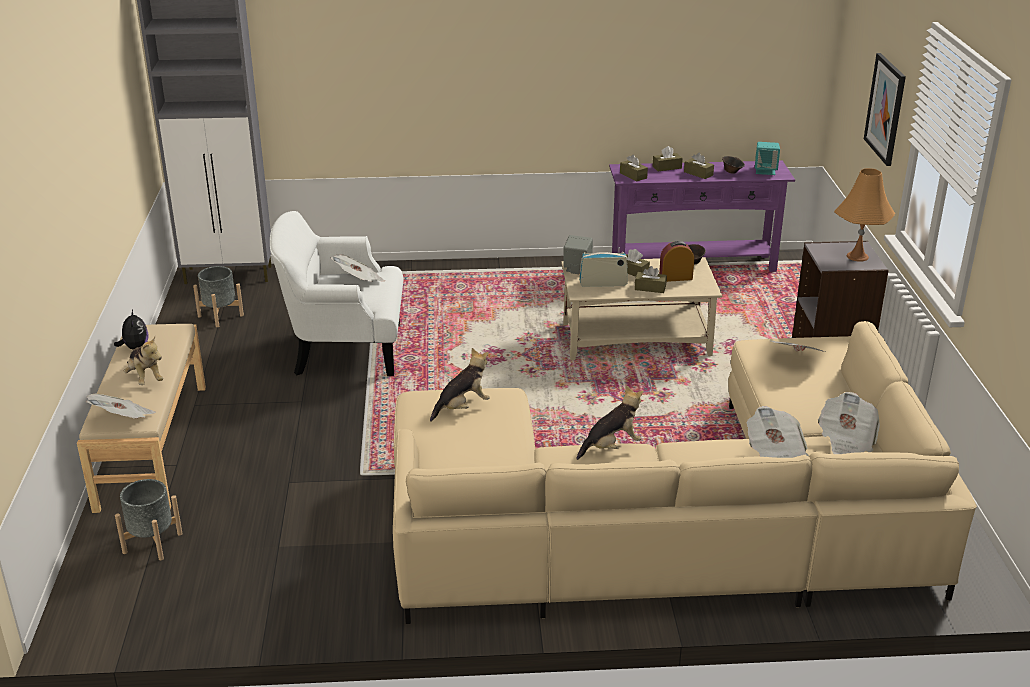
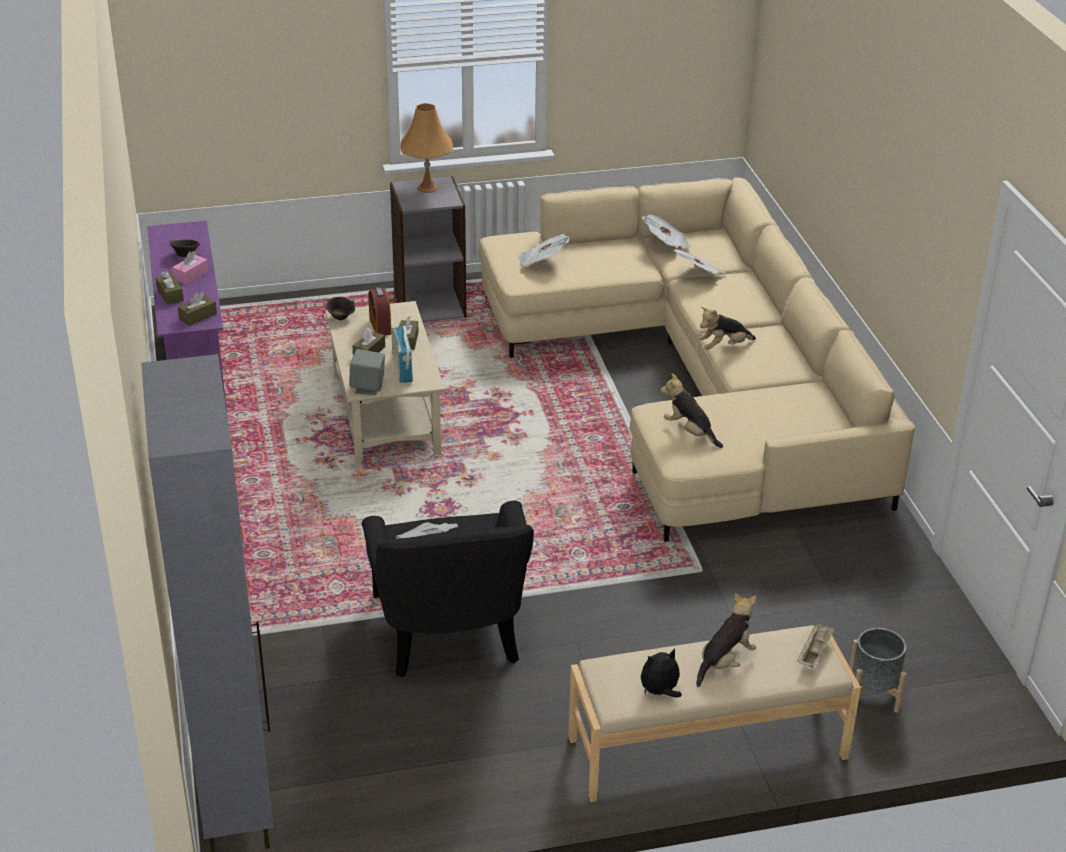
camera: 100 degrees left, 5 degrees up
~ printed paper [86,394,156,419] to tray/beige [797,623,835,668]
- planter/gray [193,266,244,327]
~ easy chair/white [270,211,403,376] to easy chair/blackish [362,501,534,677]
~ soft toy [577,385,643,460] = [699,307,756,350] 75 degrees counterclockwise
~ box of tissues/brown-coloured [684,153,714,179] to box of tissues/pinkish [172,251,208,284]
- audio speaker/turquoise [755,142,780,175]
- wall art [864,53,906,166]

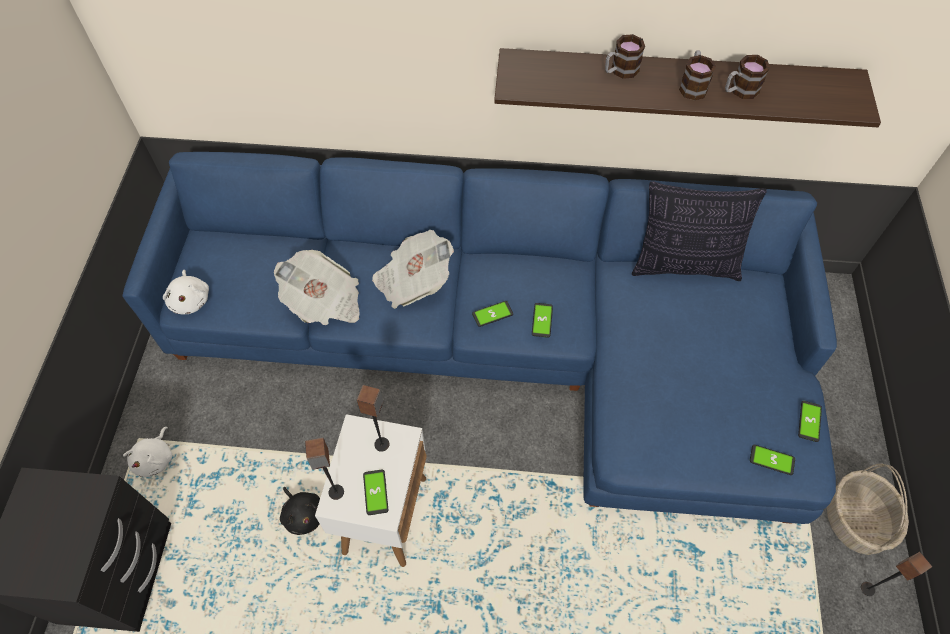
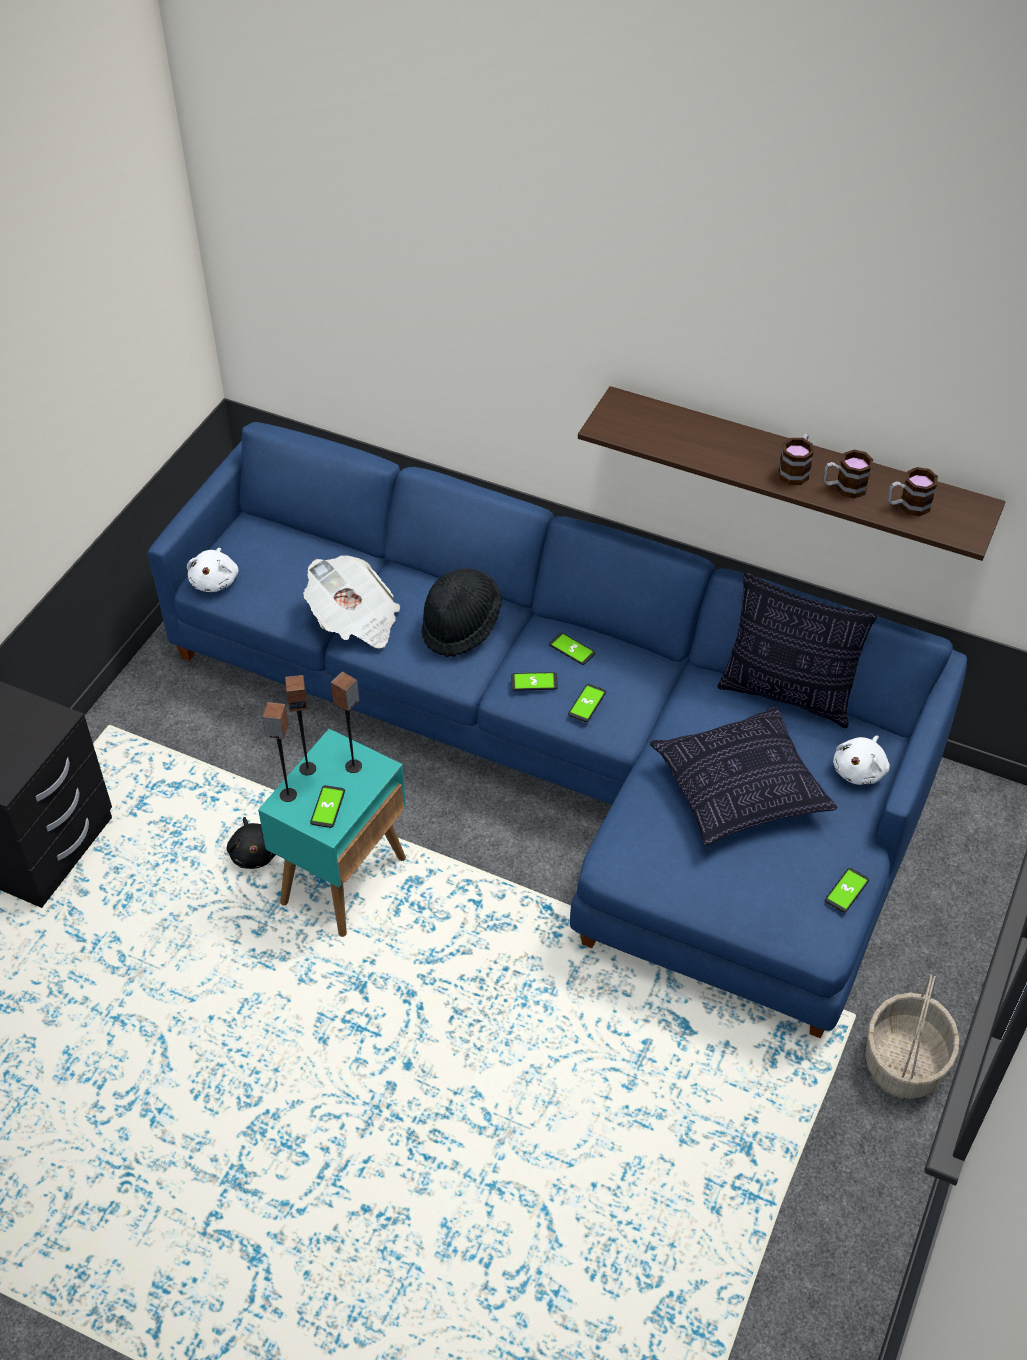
camera: 20 degrees right, 10 degrees down
~ soft toy/white [123,427,172,477] to [833,735,890,785]
~ side table/white [315,414,427,567] to side table/turquoise [258,729,406,937]
~ printed paper [372,230,454,309] to clothing hat/blackish [422,568,502,657]
~ mug [605,34,645,79] to [888,467,938,516]
~ handset [750,445,795,475] to [549,632,596,665]
~ audio speaker [861,552,932,596] to [285,675,316,775]
+ pillow [650,706,837,846]

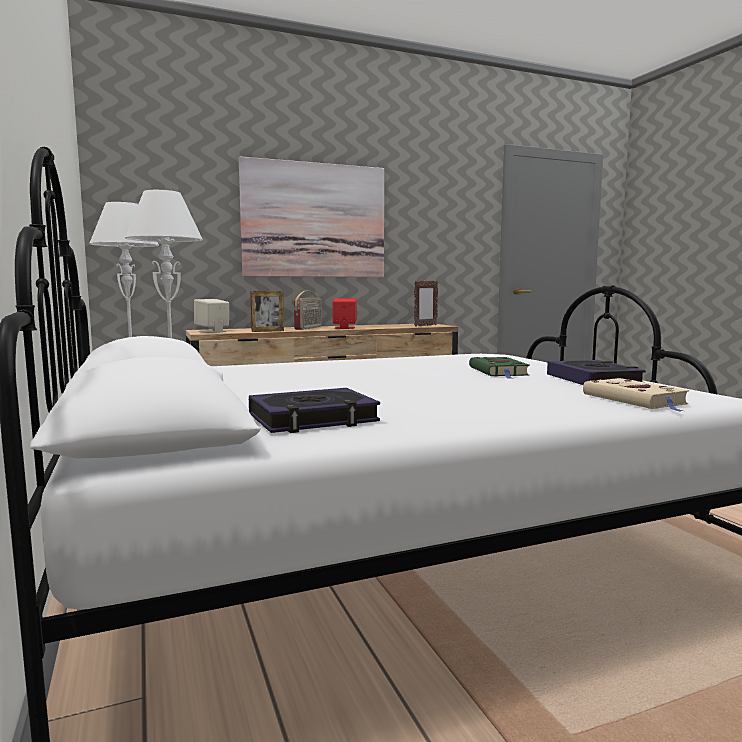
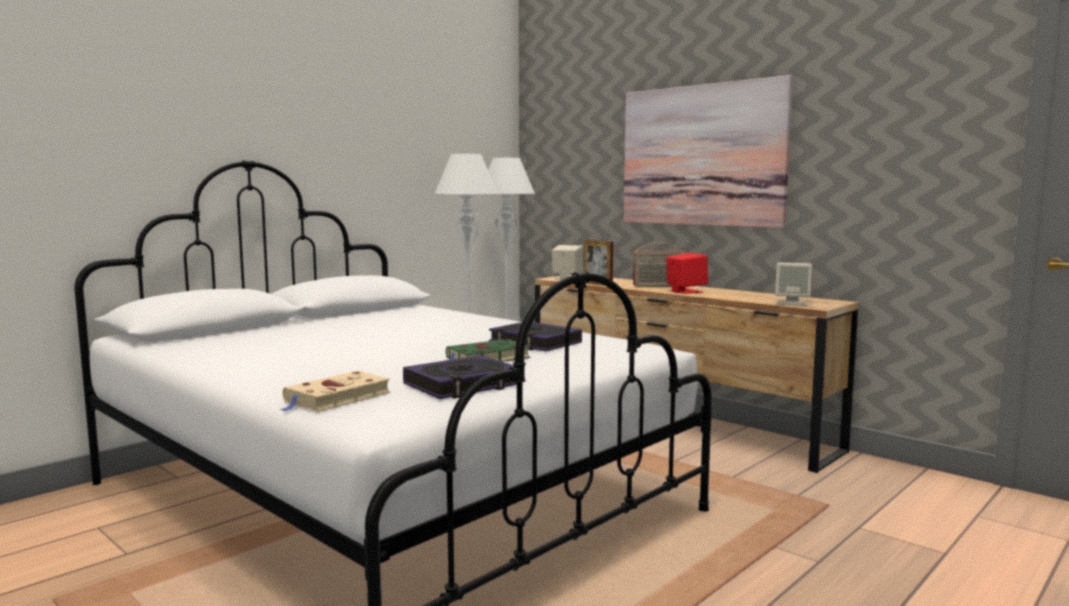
camera: 65 degrees right, 0 degrees up
~ book [249,388,380,433] to [489,322,582,351]
~ standing frame [414,281,438,327] to audio speaker/beige [775,263,812,306]

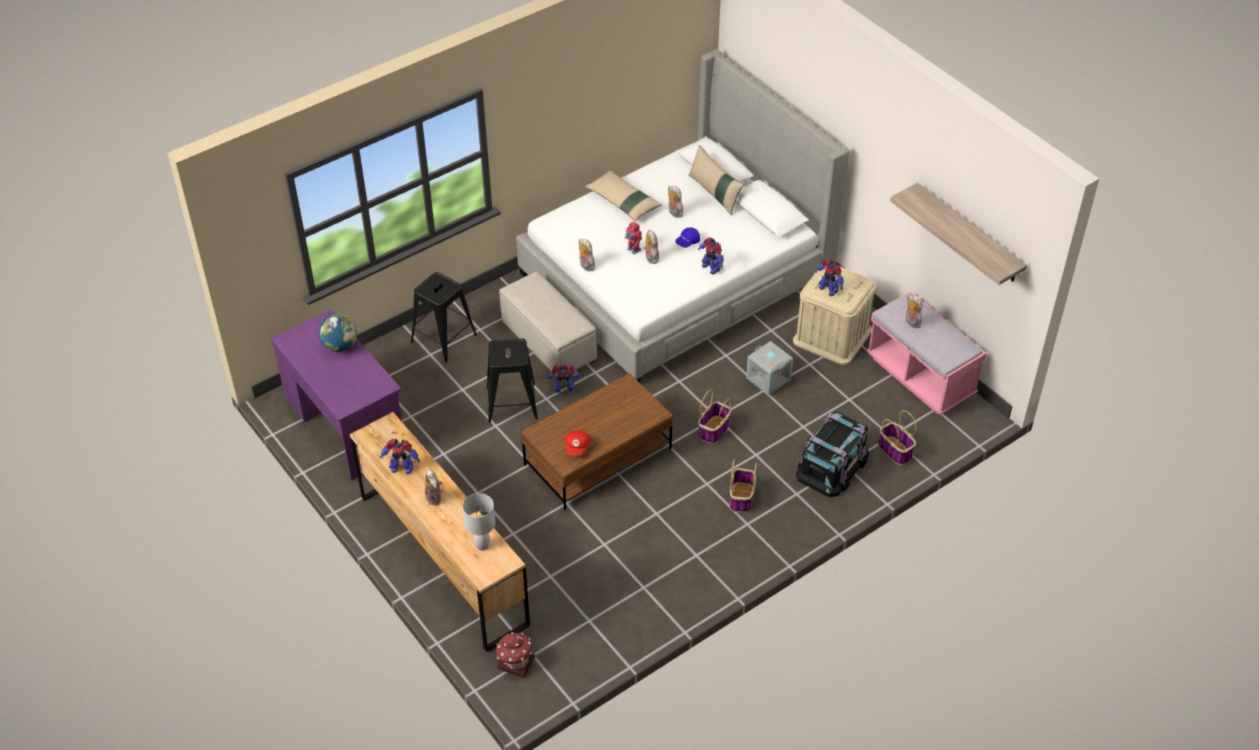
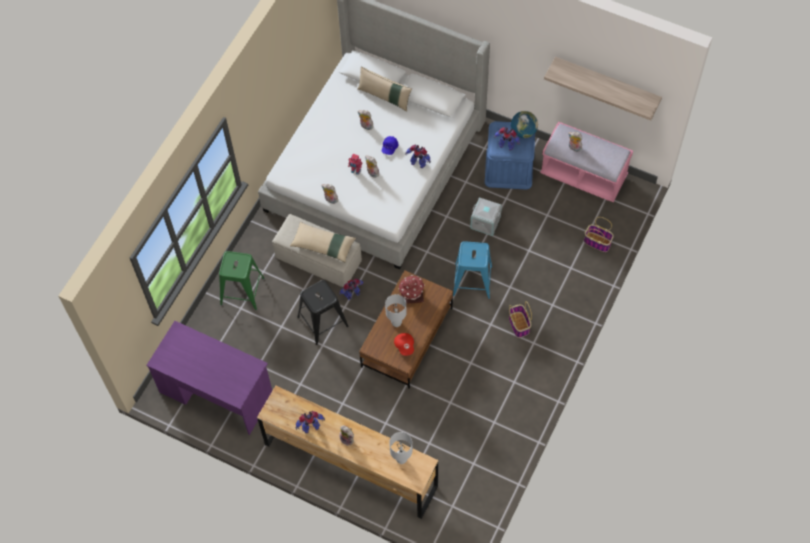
camera: 25 degrees left, 15 degrees up
~ desk globe [319,314,357,352] to [511,111,538,138]
~ sitting stool/blackish [411,272,477,362] to sitting stool/green [219,251,264,310]
~ toy house [495,632,535,678] to [399,275,425,304]
~ pillow/beige [585,170,662,222] to [290,222,356,263]
~ storage basket [698,390,731,444] to sitting stool/bluish [453,241,492,299]
~ storage box/beige [793,263,876,365] to storage box/bluish [485,121,535,189]
- storage box/blackish [796,412,869,497]
+ tabletop lamp/white [385,294,407,327]

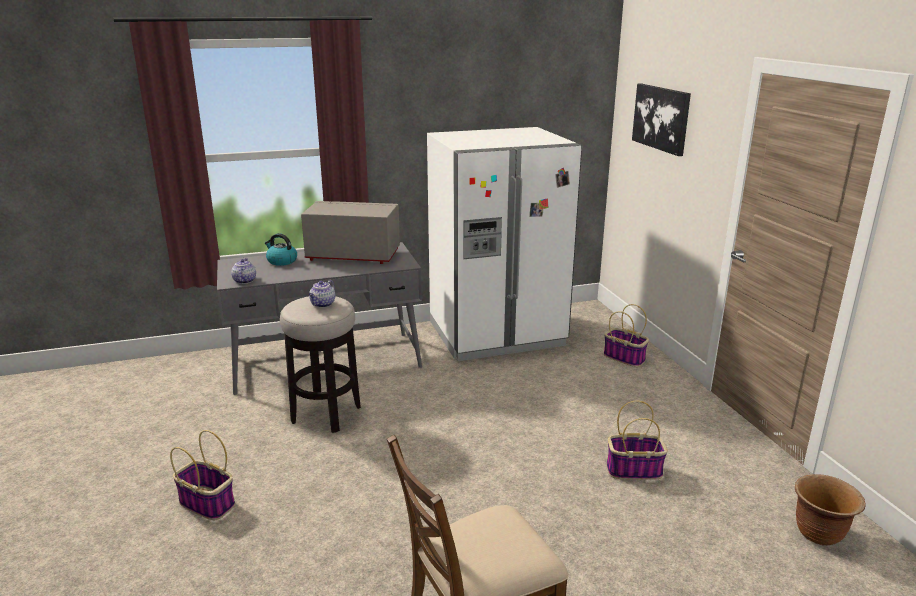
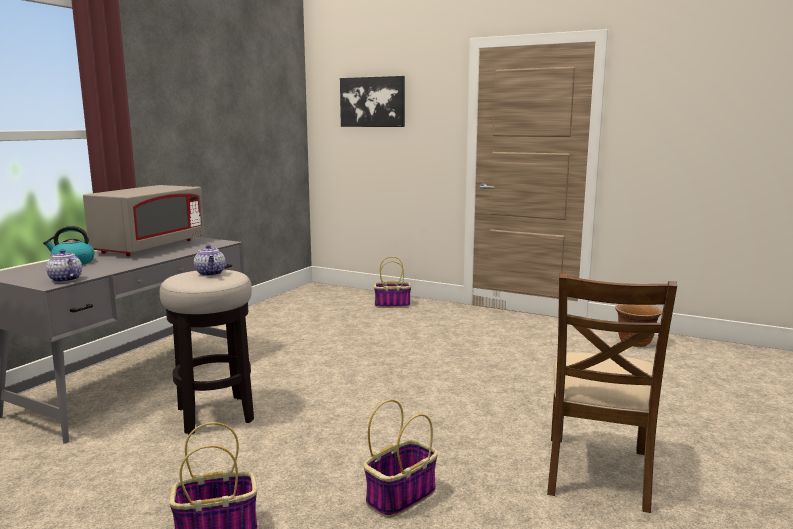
camera: 45 degrees left, 10 degrees down
~ microwave oven/gray [301,201,400,264] = [83,185,204,256] 150 degrees clockwise
- fridge/white [427,127,582,361]
~ storage basket [607,401,668,480] to [364,399,438,518]

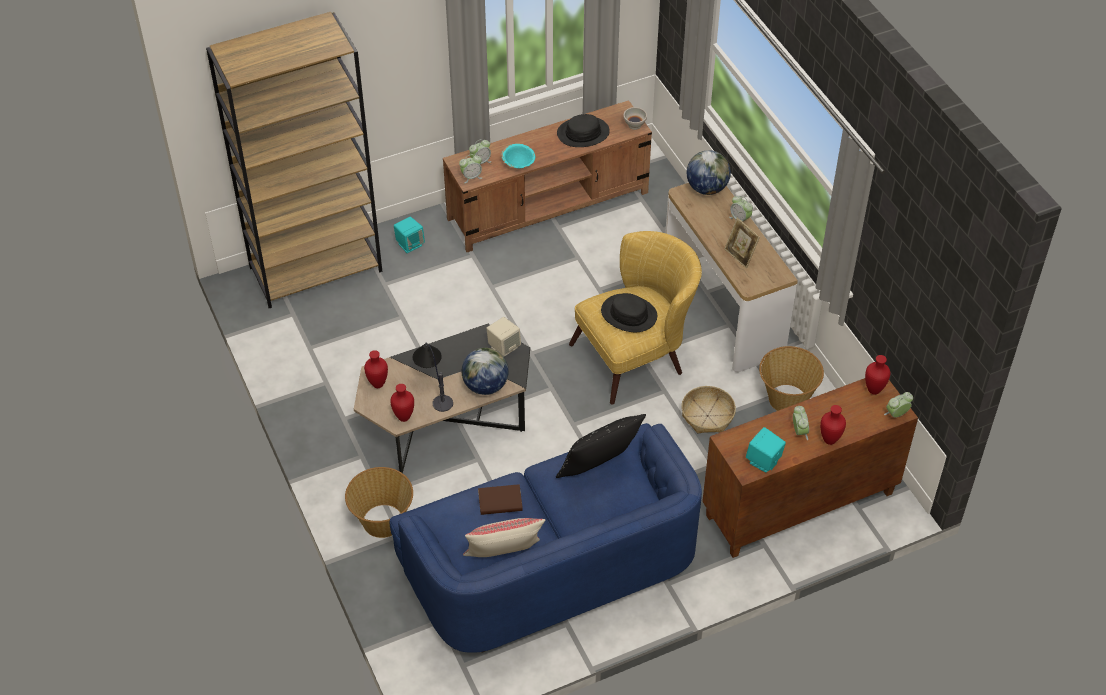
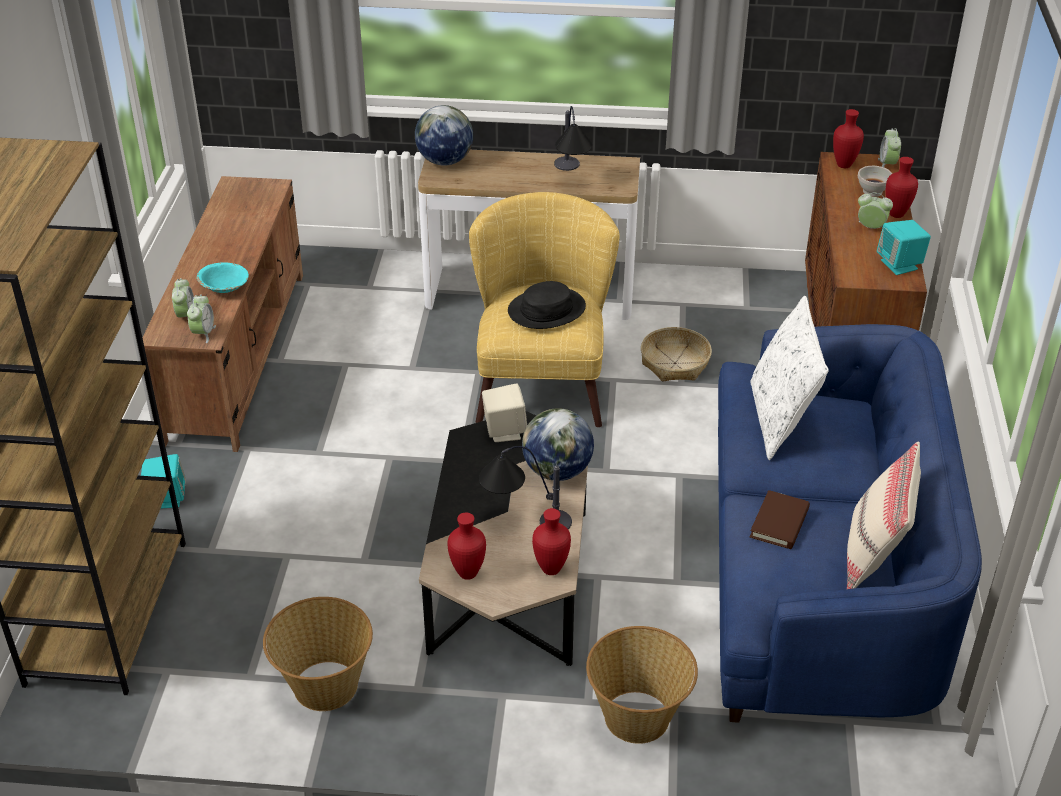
camera: 60 degrees left, 10 degrees down
~ pillow/blackish [556,414,646,478] to pillow/white [750,296,829,460]
- clothing hat/blackish [557,114,610,147]
~ bowl/white [623,107,647,130] to [858,166,892,197]
~ standing frame [724,218,760,268] to tabletop lamp [554,106,592,171]
- table clock [729,196,753,222]
~ storage basket [759,346,824,411] to [263,597,373,711]

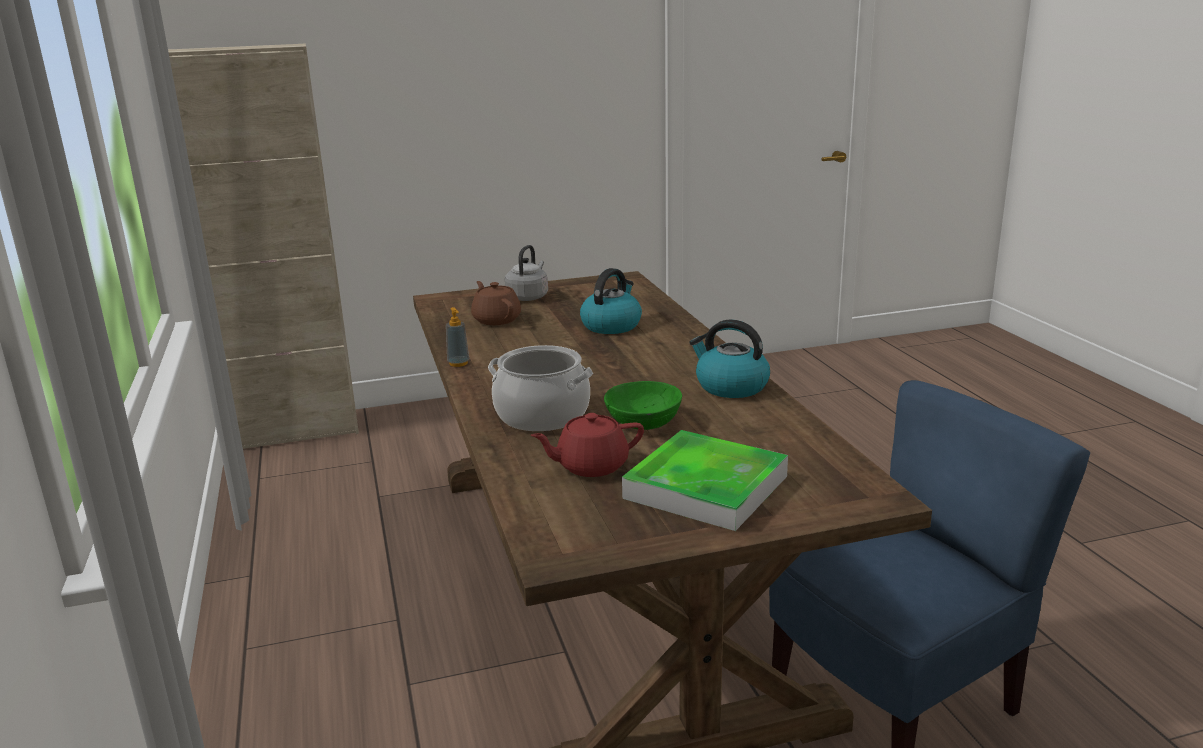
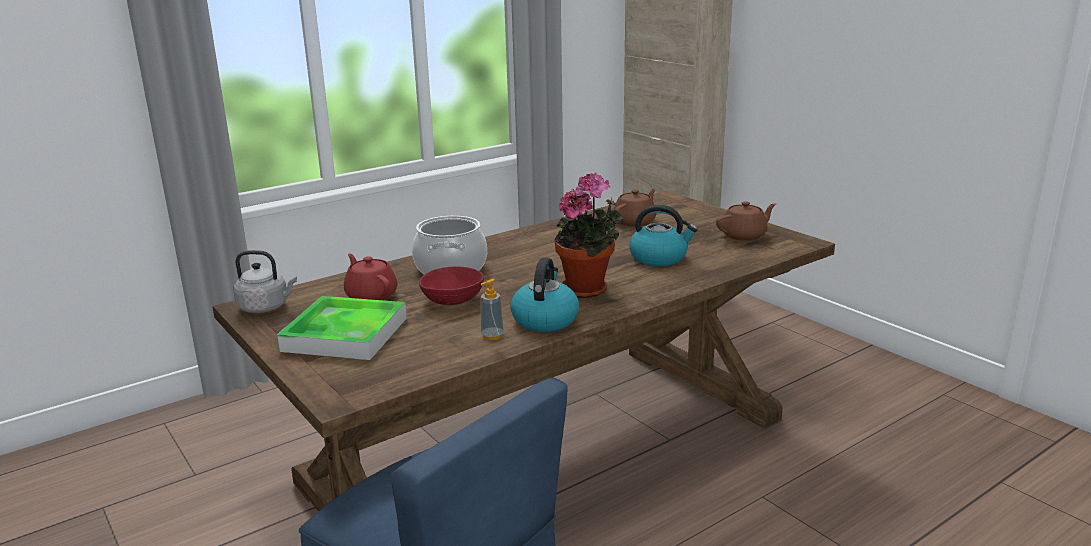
camera: 70 degrees right, 0 degrees up
~ soap dispenser [446,307,469,367] to [481,278,504,340]
~ kettle/gray [505,245,548,301] to [233,250,297,313]
~ bowl/green [604,381,682,430] to bowl/red-coloured [419,267,484,305]
+ houseplant [554,172,624,298]
+ pot for tea/brown-coloured [716,201,776,241]

